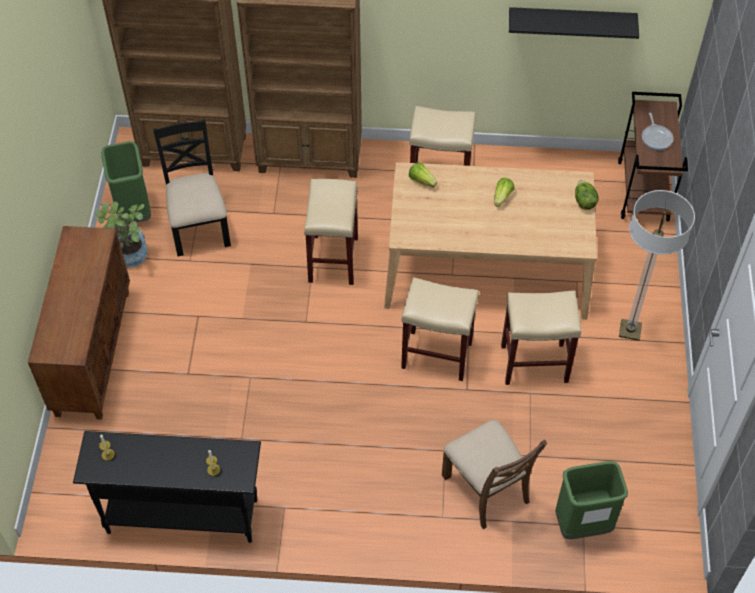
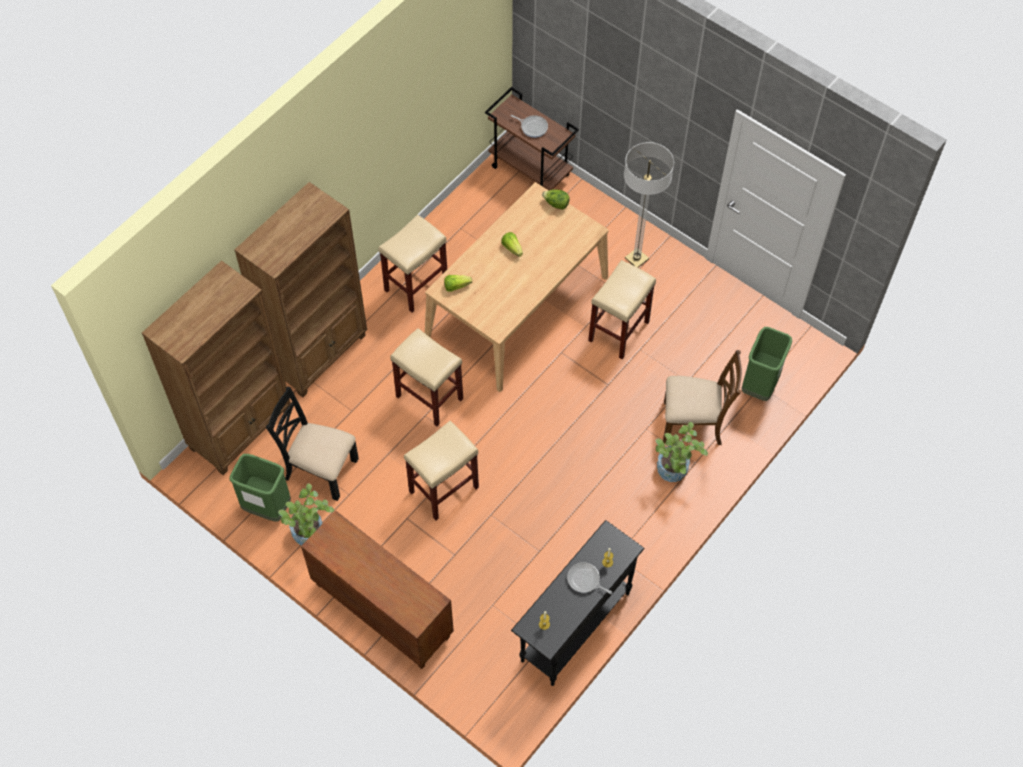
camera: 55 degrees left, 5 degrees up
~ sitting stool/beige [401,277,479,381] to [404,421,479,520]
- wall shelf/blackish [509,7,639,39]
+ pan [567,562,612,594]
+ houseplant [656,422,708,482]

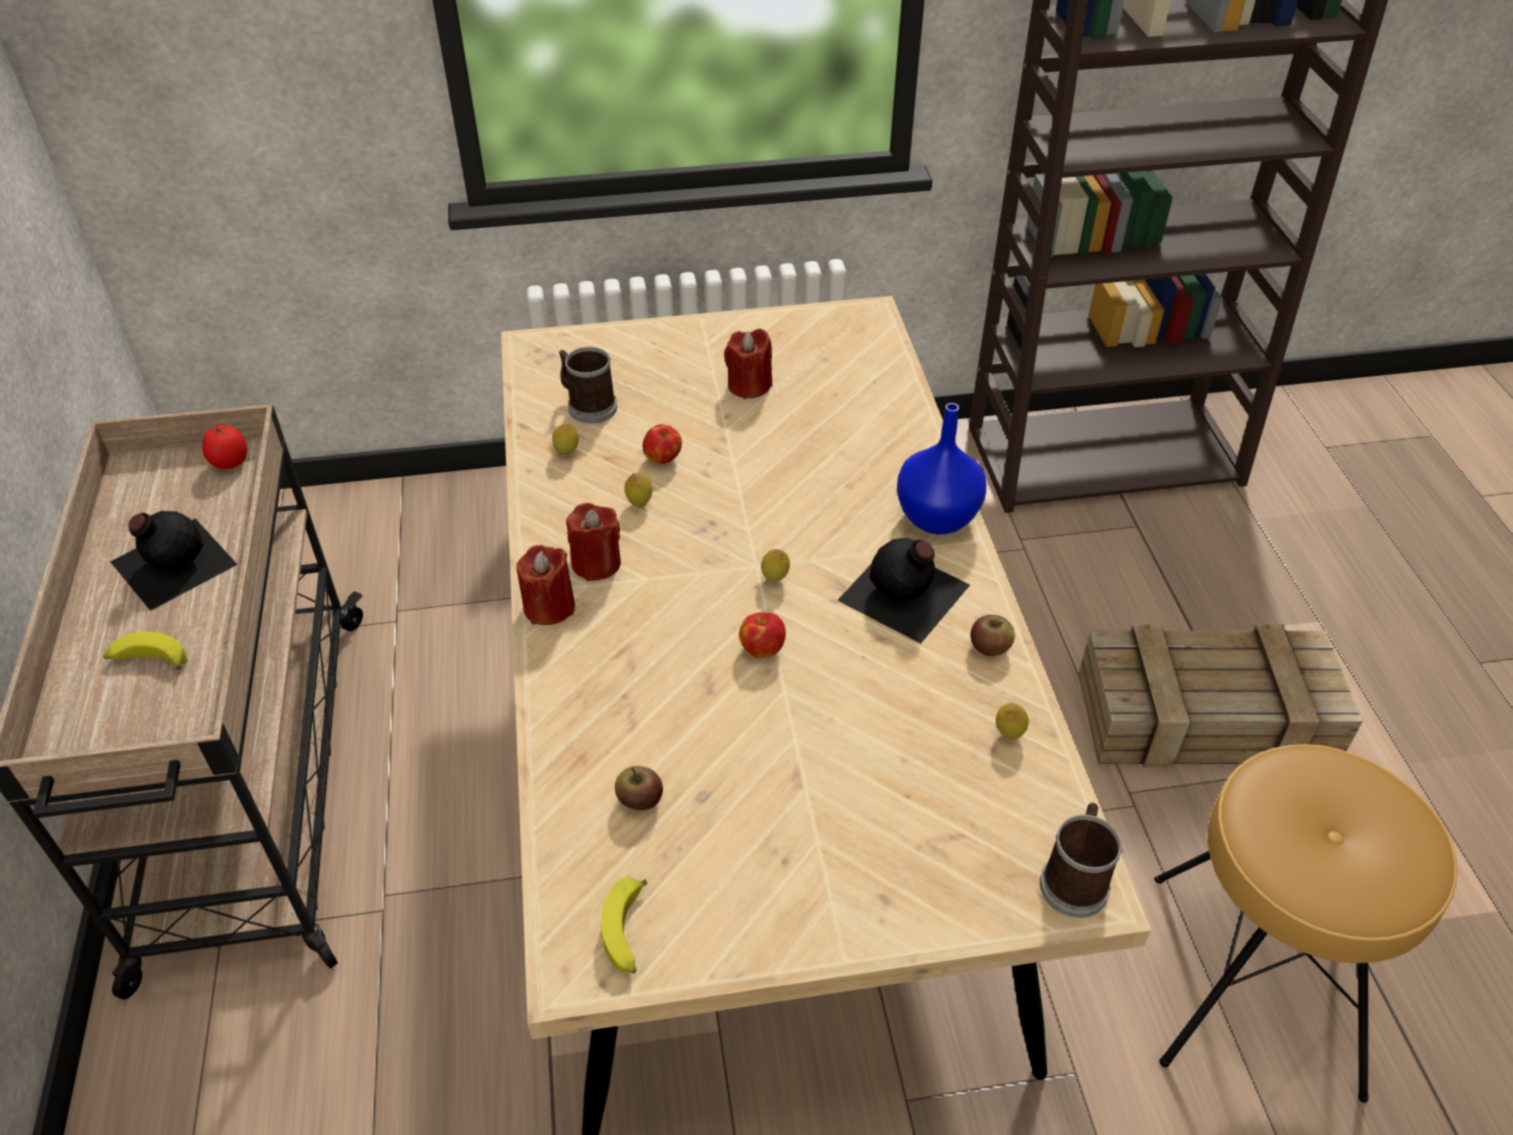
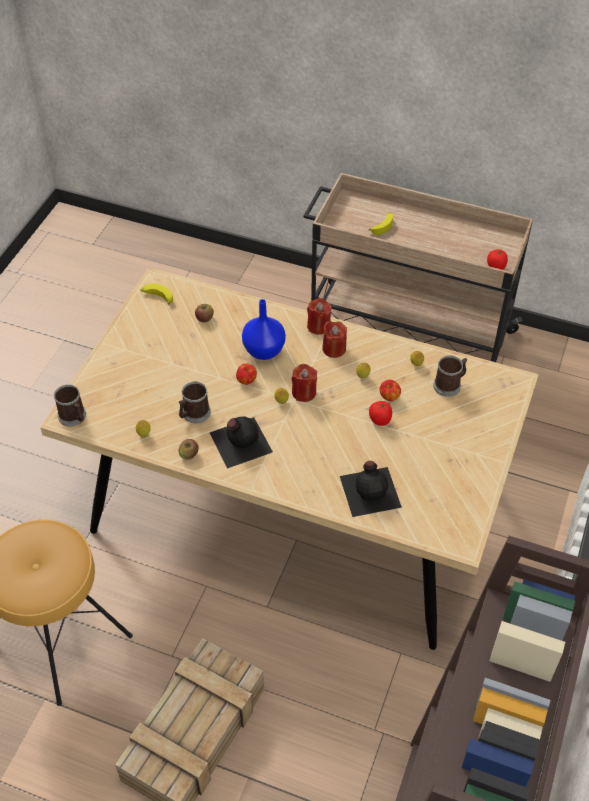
camera: 120 degrees right, 5 degrees up
~ beverage bottle/blackish [110,511,238,611] to [340,461,402,517]
~ wax light/red-coloured [724,329,772,399] to [291,364,317,402]
~ decorative vase/bluish [897,403,986,535] to [242,299,286,360]
+ mug [179,382,211,424]
+ fresh tomato [369,401,392,426]

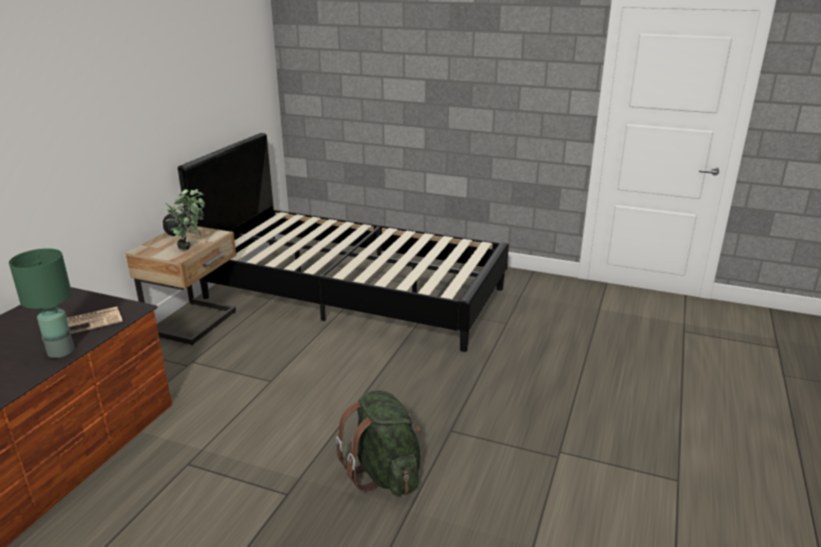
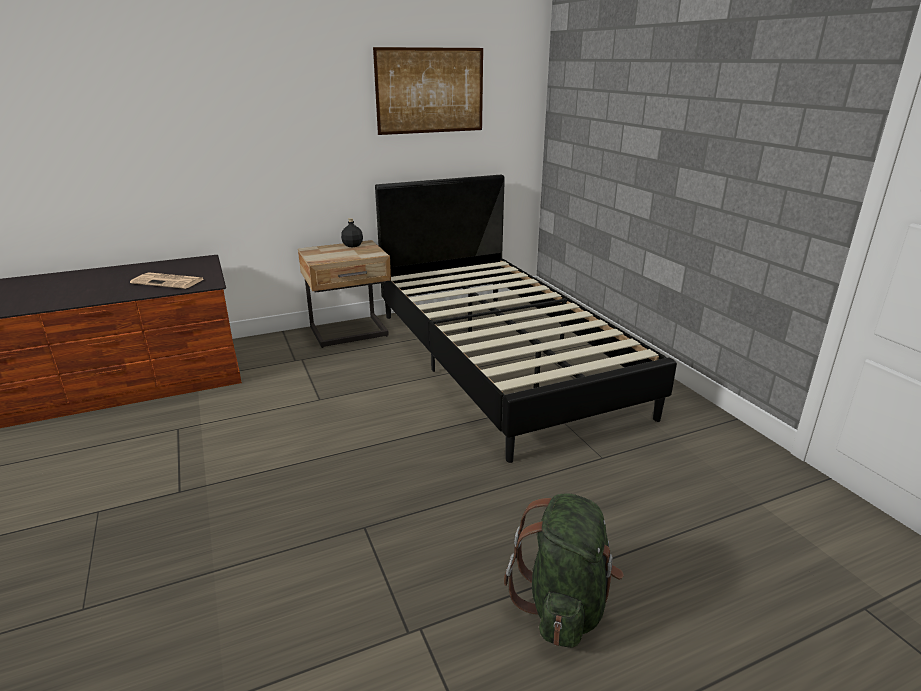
camera: 45 degrees right, 0 degrees up
- tabletop lamp/green [9,248,74,358]
- houseplant [166,189,205,250]
~ backpack/green [336,390,420,496] to [504,493,624,648]
+ wall art [373,47,483,135]

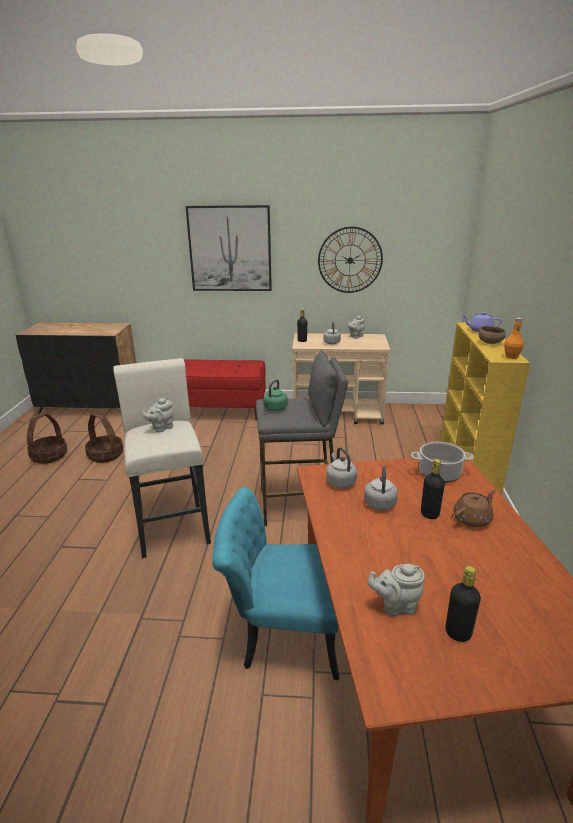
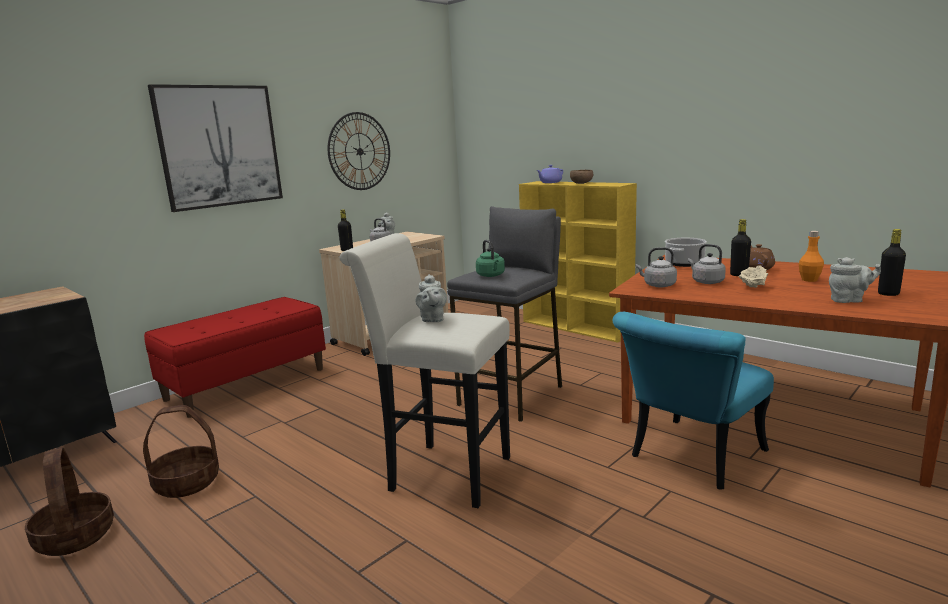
camera: 50 degrees left, 10 degrees down
~ pot for tea/gray [368,564,425,616] = [829,257,881,303] 120 degrees counterclockwise
~ beverage bottle/orange [504,318,524,359] to [799,231,824,282]
+ bowl/beige [738,265,768,288]

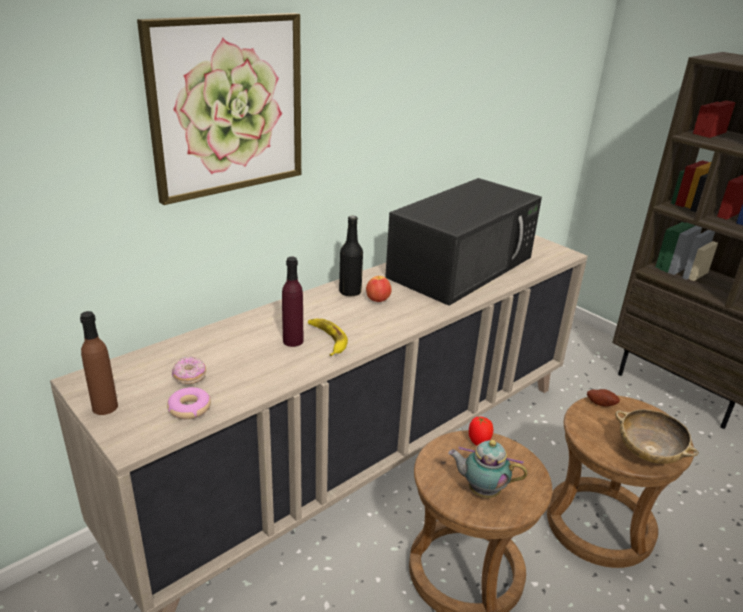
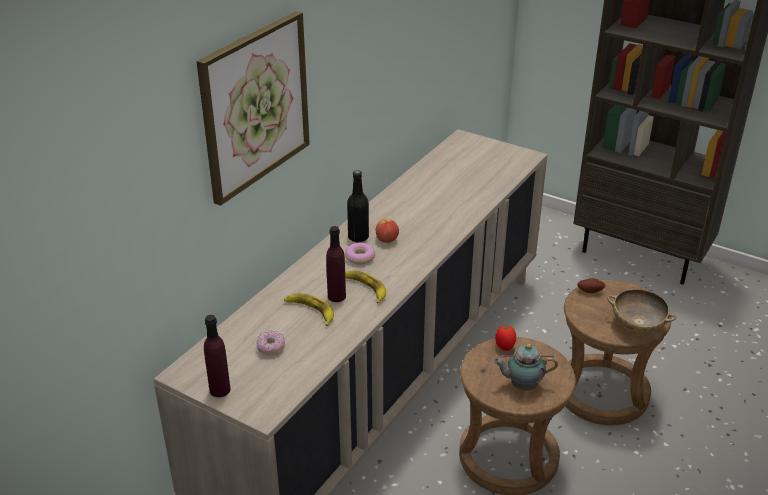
camera: 15 degrees left, 5 degrees up
~ beverage bottle/brown-coloured [80,311,118,415] to beverage bottle/purplish [204,315,231,397]
~ donut [167,387,211,419] to [345,243,375,264]
- microwave oven/blackish [385,178,542,306]
+ banana [284,293,334,326]

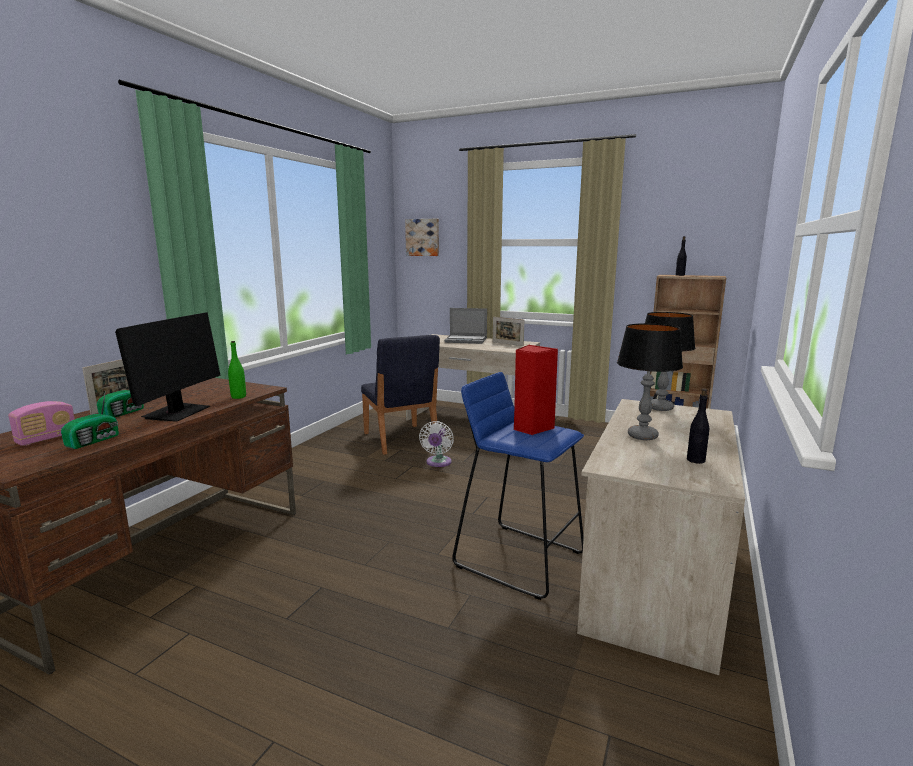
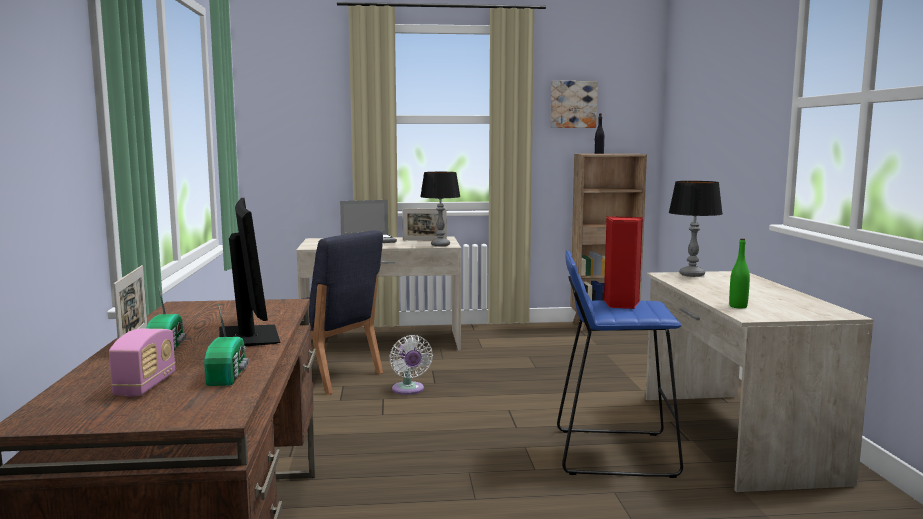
camera: 30 degrees left, 5 degrees down
~ beverage bottle/green [228,341,246,399] to [729,238,750,308]
~ wall art [405,219,439,256] to [550,81,598,128]
~ tabletop lamp [617,323,683,440] to [420,172,460,246]
- beverage bottle/blackish [687,388,709,464]

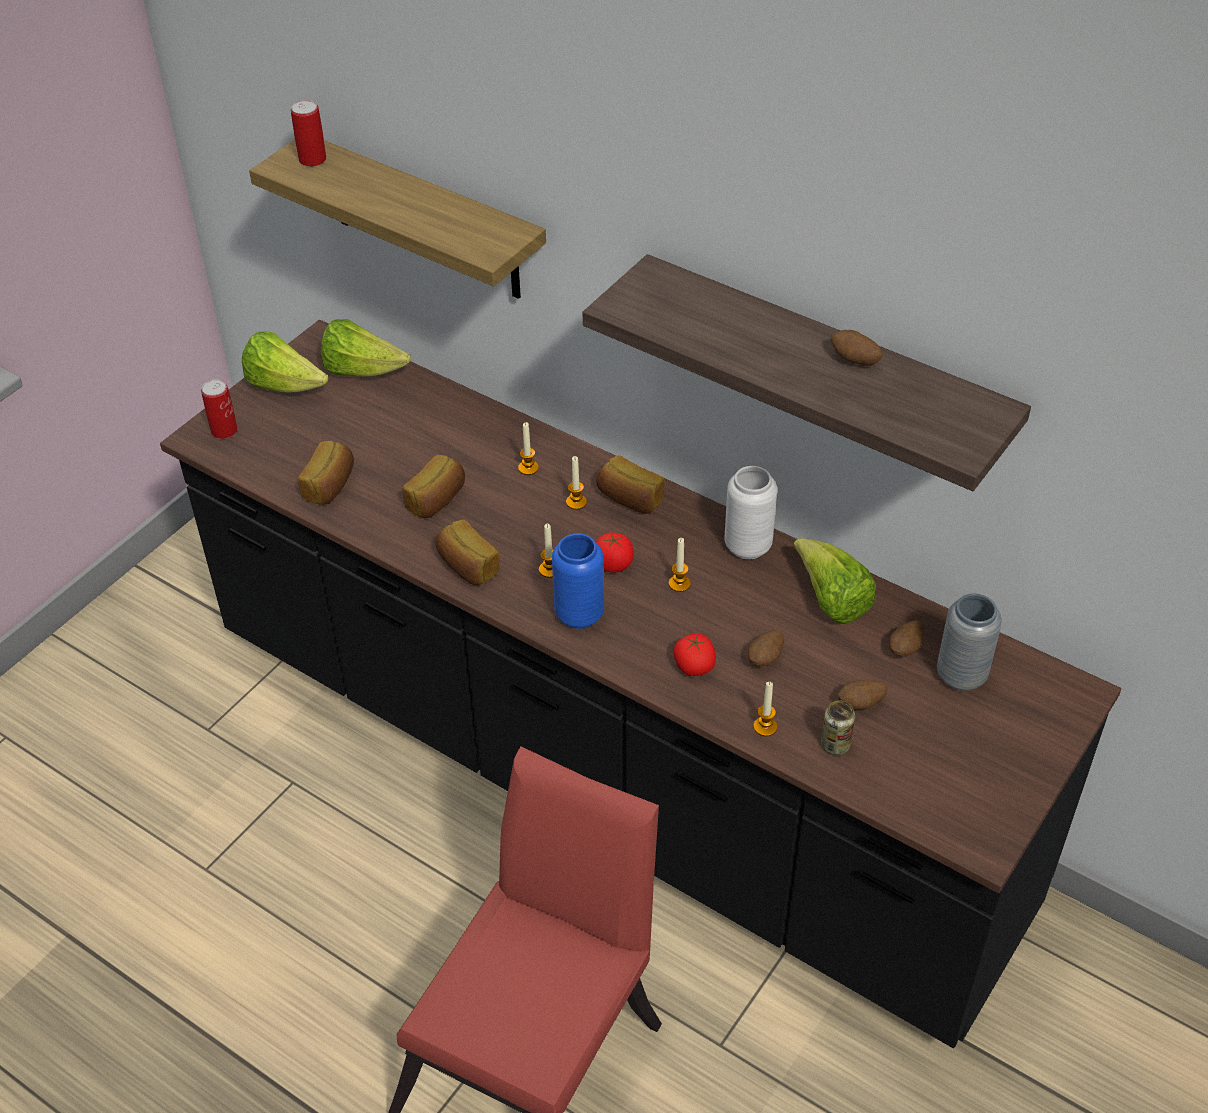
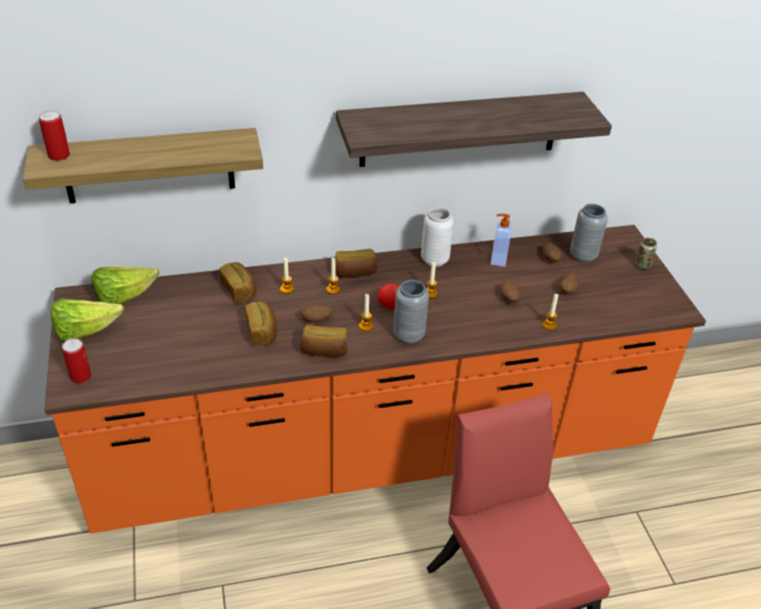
camera: 50 degrees left, 5 degrees down
~ kitchen counter/blackish [160,320,1121,1048] to kitchen counter/orange [45,225,706,534]
~ bread [298,441,354,505] to [219,262,256,303]
~ decorative vase/bluish [552,533,604,629] to decorative vase/gray [393,280,429,344]
- fresh tomato [673,633,716,676]
~ lettuce head [793,538,876,624] to soap dispenser [491,214,512,267]
~ metal can [821,700,855,755] to [635,238,657,269]
~ whole potato [831,330,883,366] to [301,305,332,322]

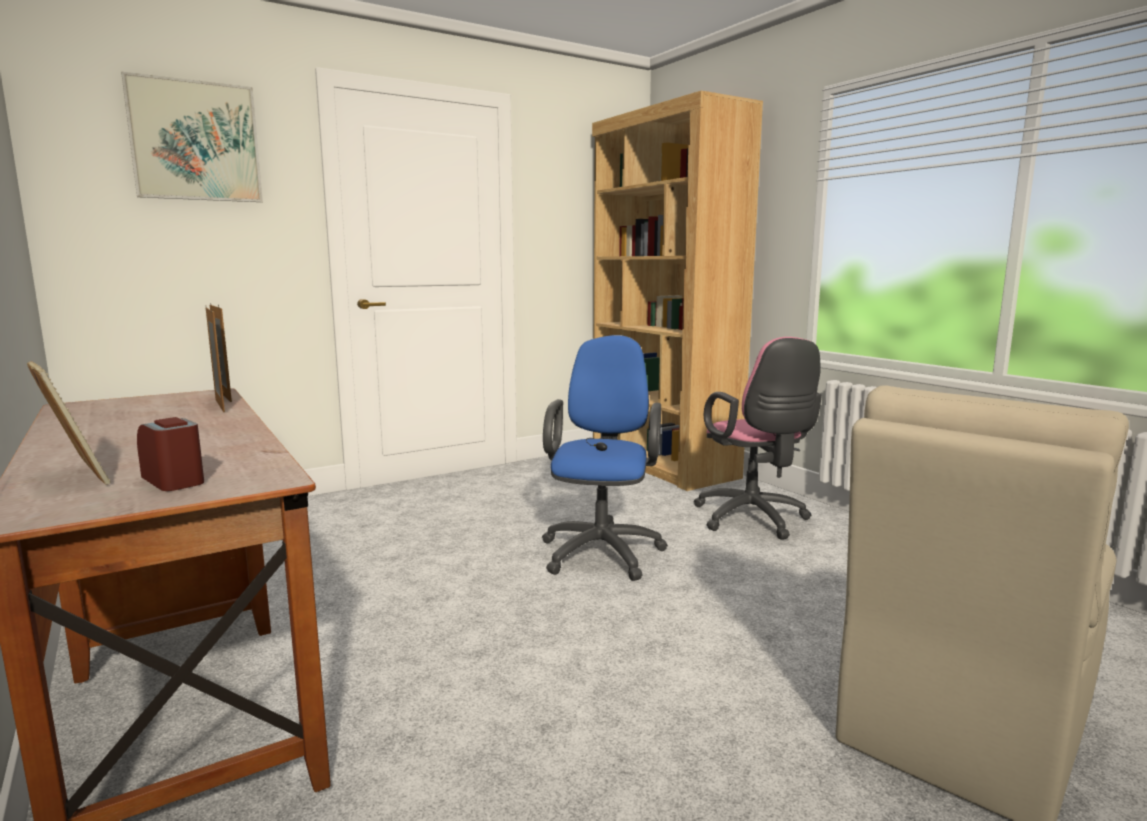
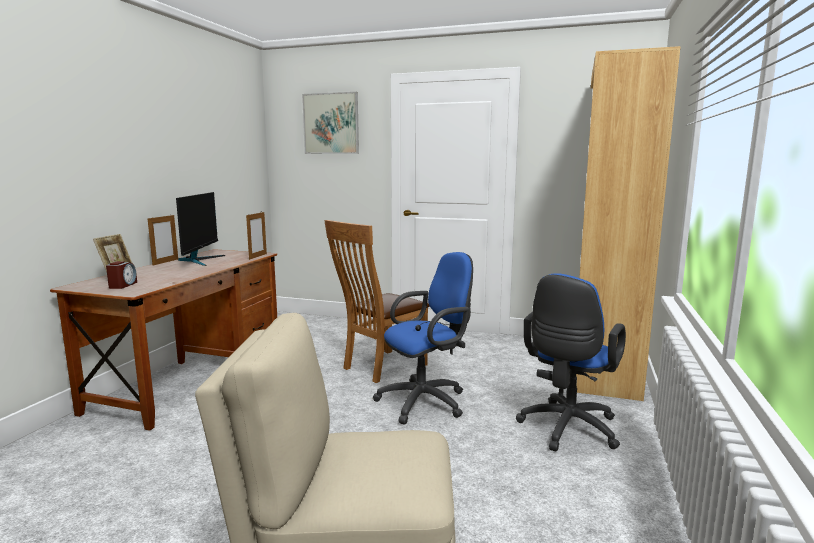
camera: 50 degrees right, 0 degrees up
~ standing frame [206,307,225,412] to [148,214,178,266]
~ computer chair/pinkish [694,337,822,539] to computer chair/bluish [516,273,626,452]
+ computer screen [176,192,225,266]
+ upright chair/brown-coloured [324,220,430,383]

